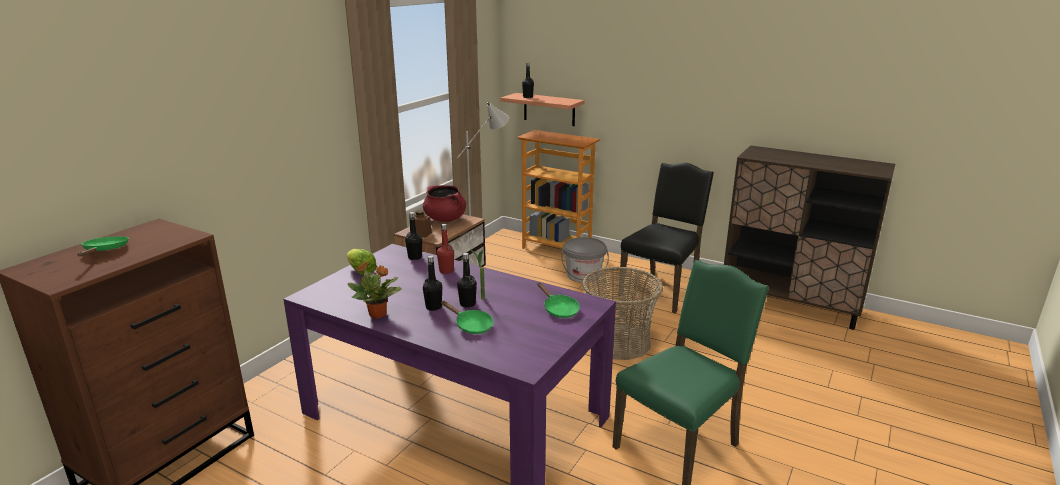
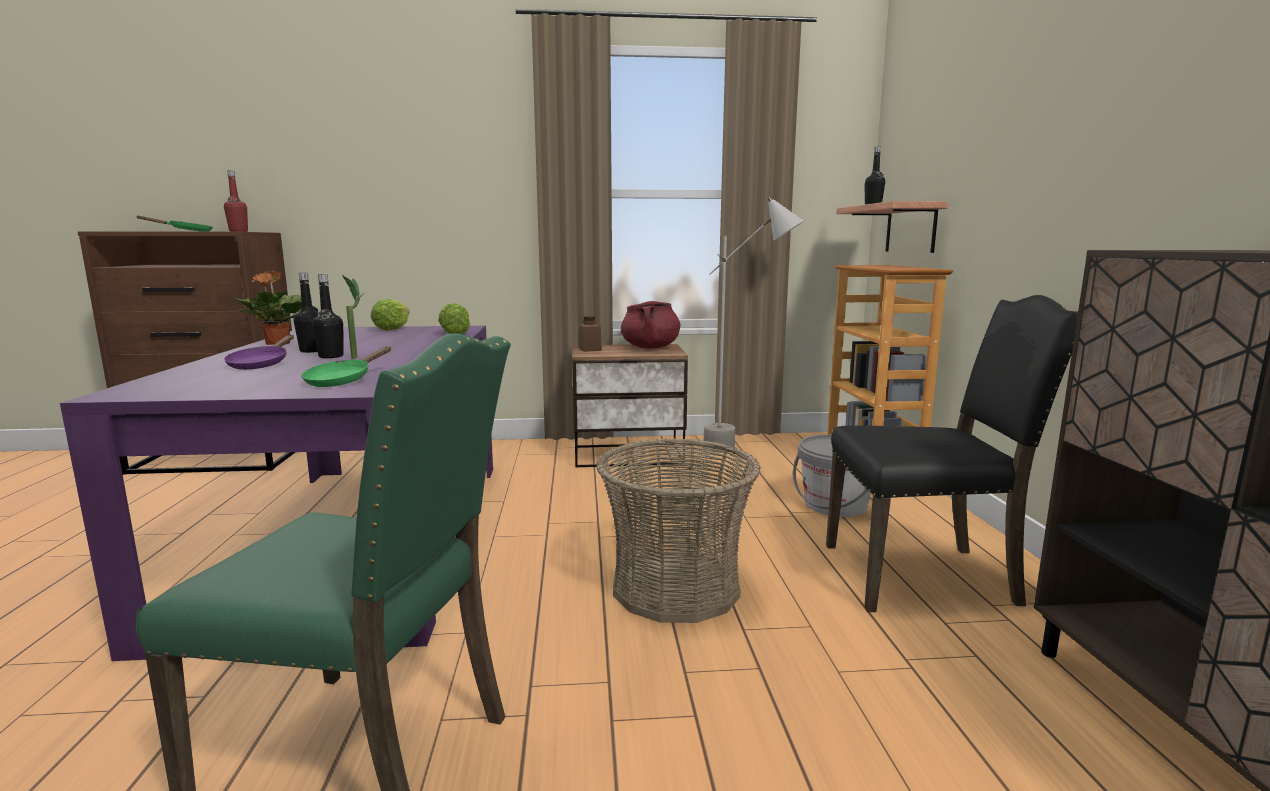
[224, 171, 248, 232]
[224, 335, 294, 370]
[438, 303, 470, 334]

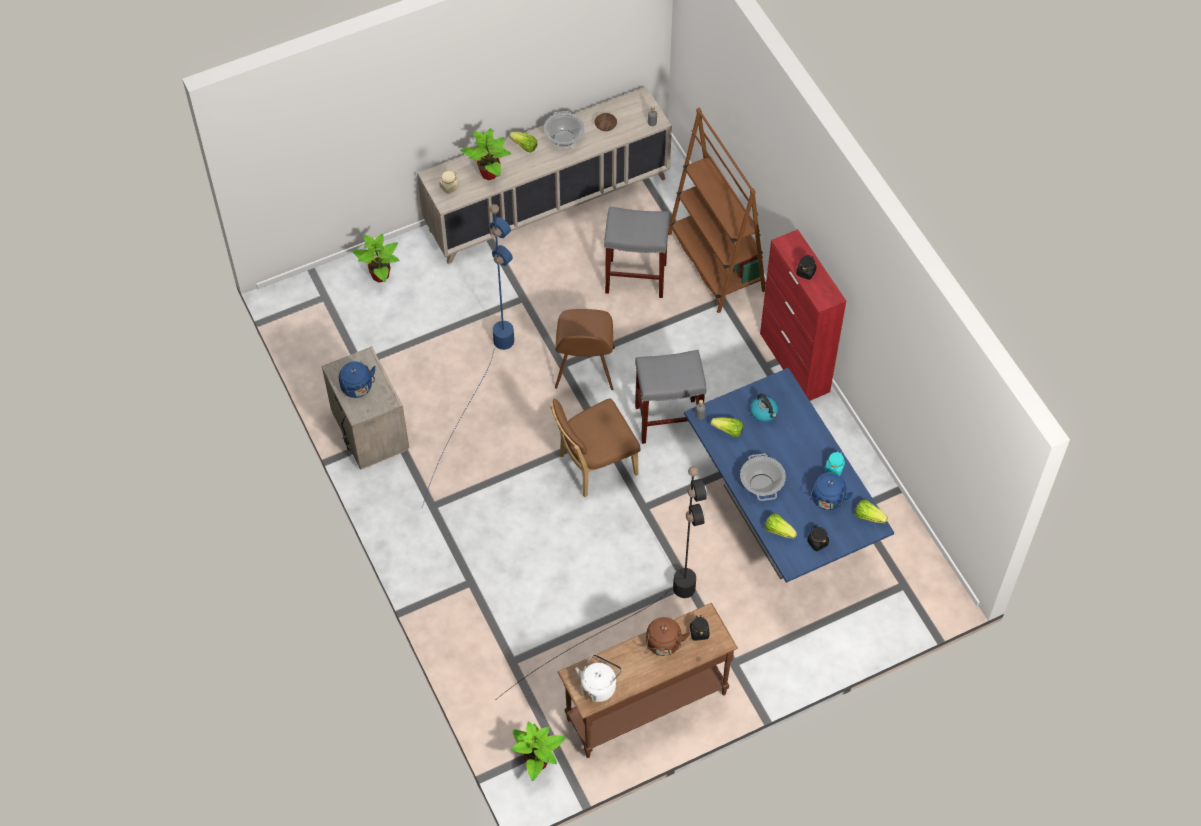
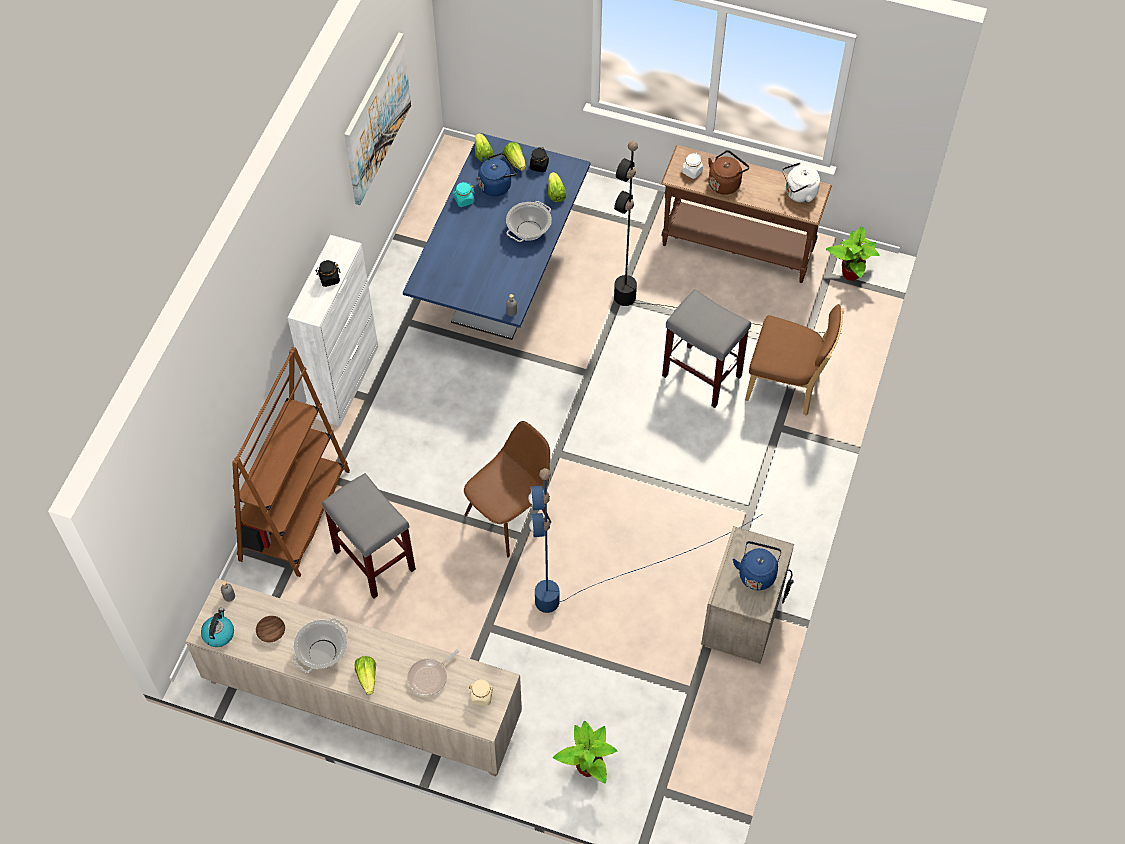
[201, 608, 234, 647]
[287, 235, 378, 426]
[344, 33, 411, 205]
[407, 649, 459, 696]
[503, 142, 526, 171]
[662, 289, 751, 408]
[682, 153, 703, 179]
[745, 304, 844, 416]

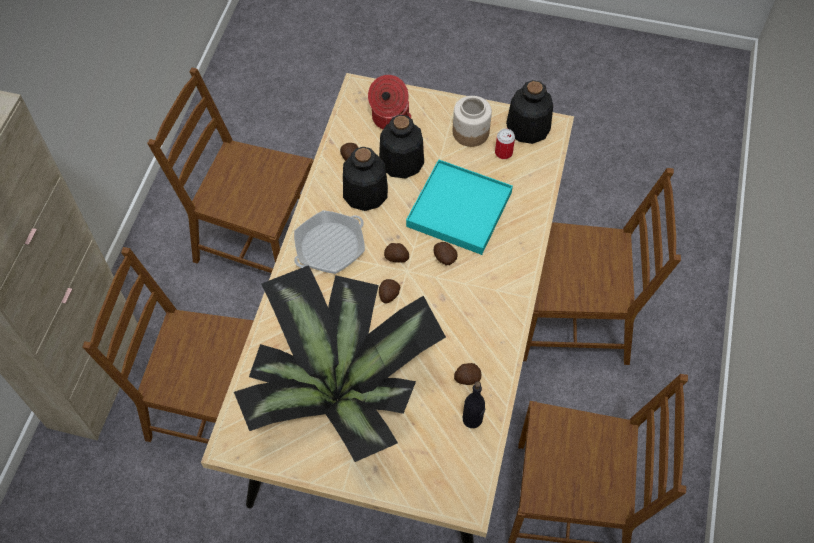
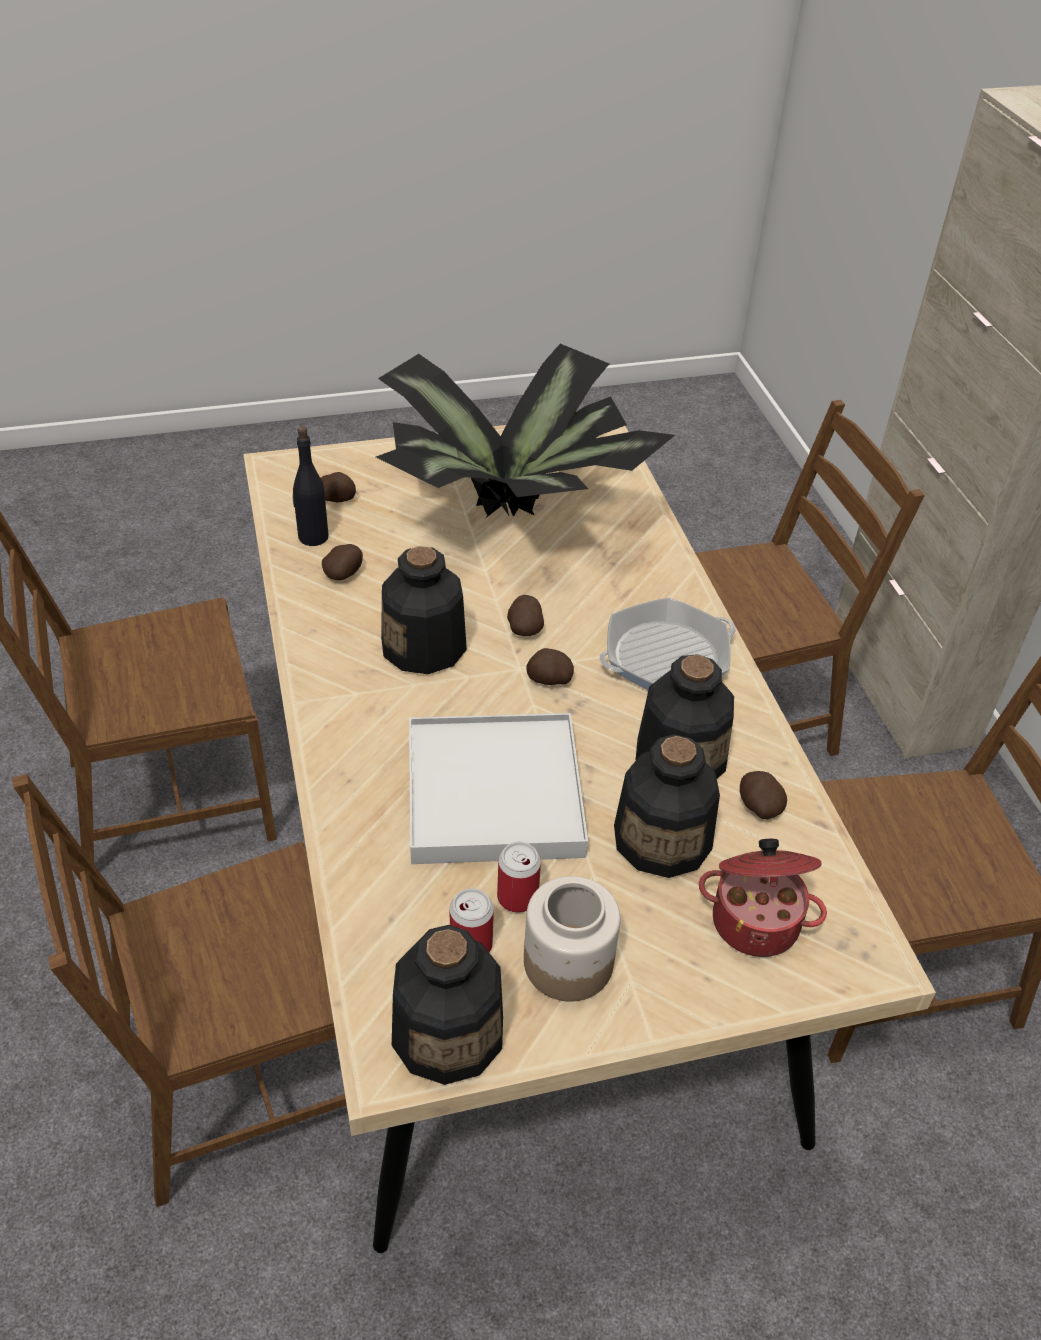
[321, 472, 356, 502]
[381, 546, 467, 674]
[409, 713, 588, 864]
[497, 842, 541, 913]
[600, 597, 736, 690]

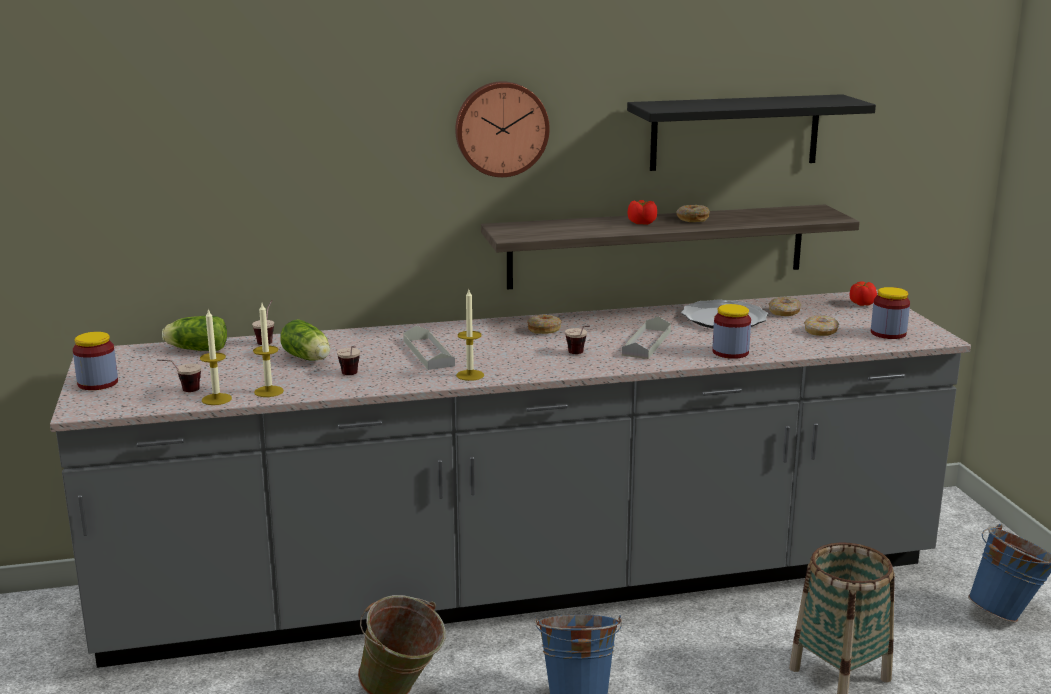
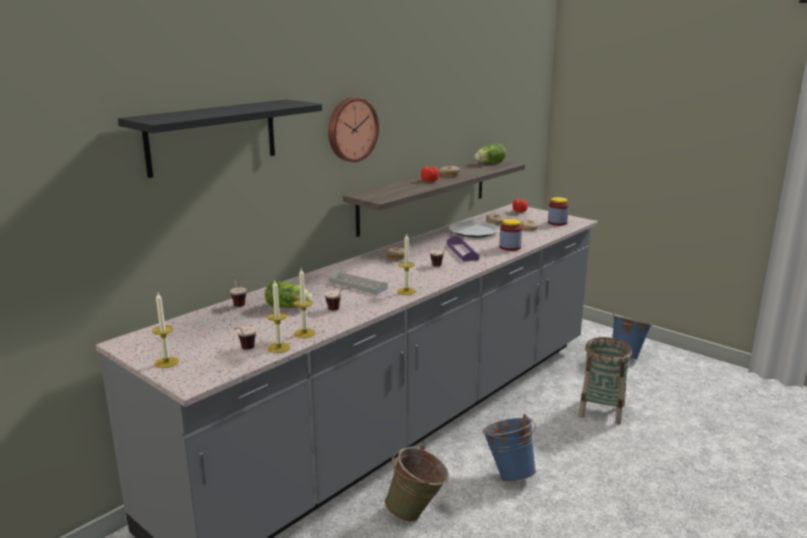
[118, 99, 322, 178]
[152, 293, 179, 368]
[447, 236, 479, 261]
[475, 144, 506, 163]

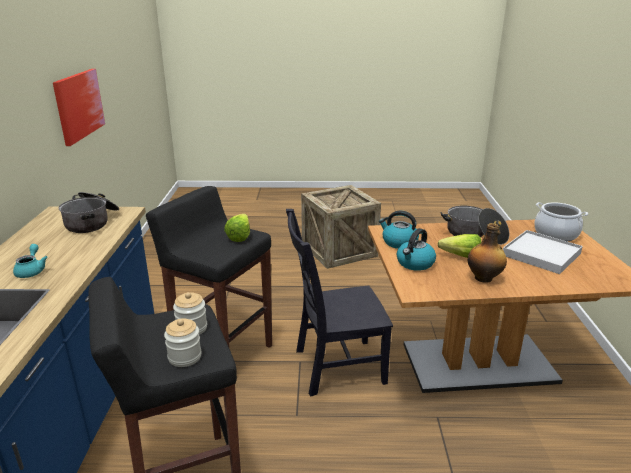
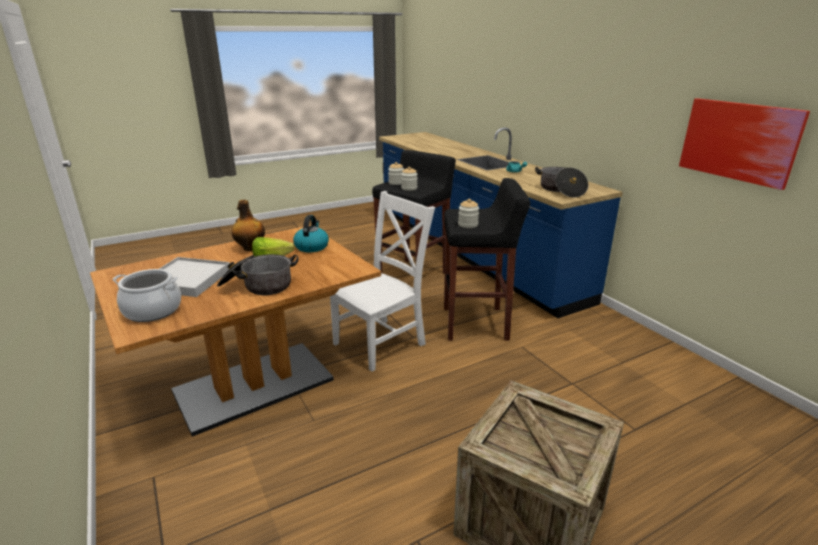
[330, 191, 435, 372]
[458, 199, 479, 228]
[379, 210, 419, 249] (first image)

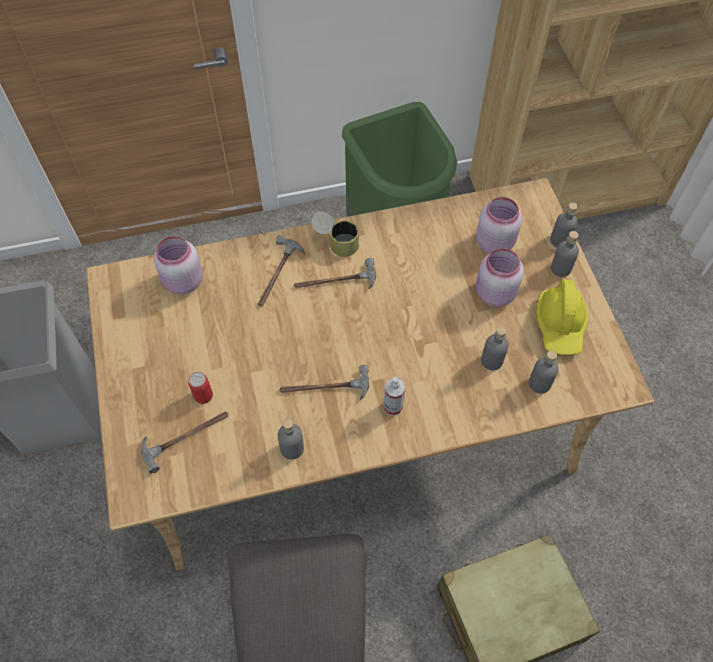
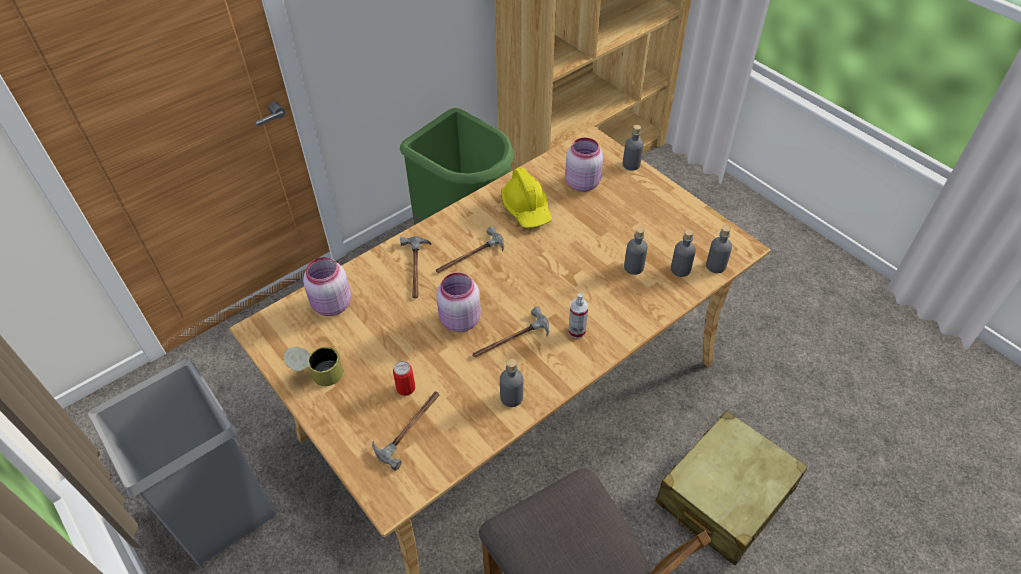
[283, 347, 344, 386]
[436, 272, 481, 332]
[501, 168, 552, 228]
[706, 225, 732, 273]

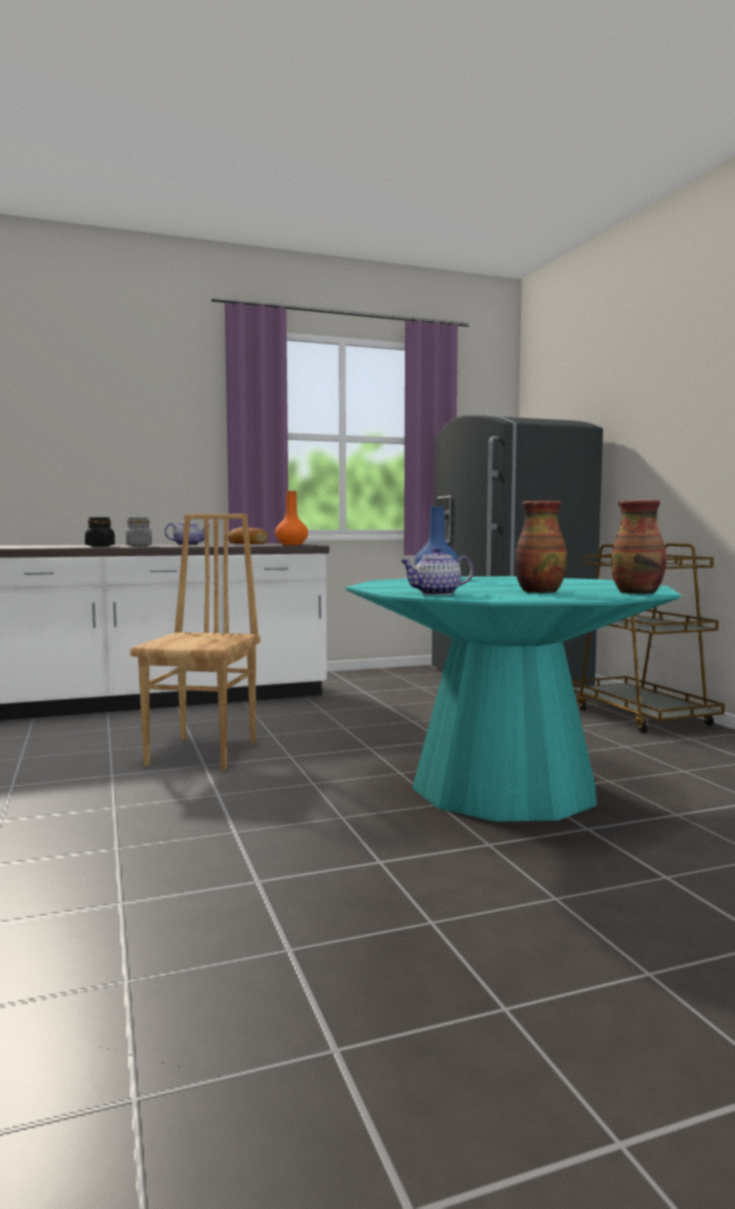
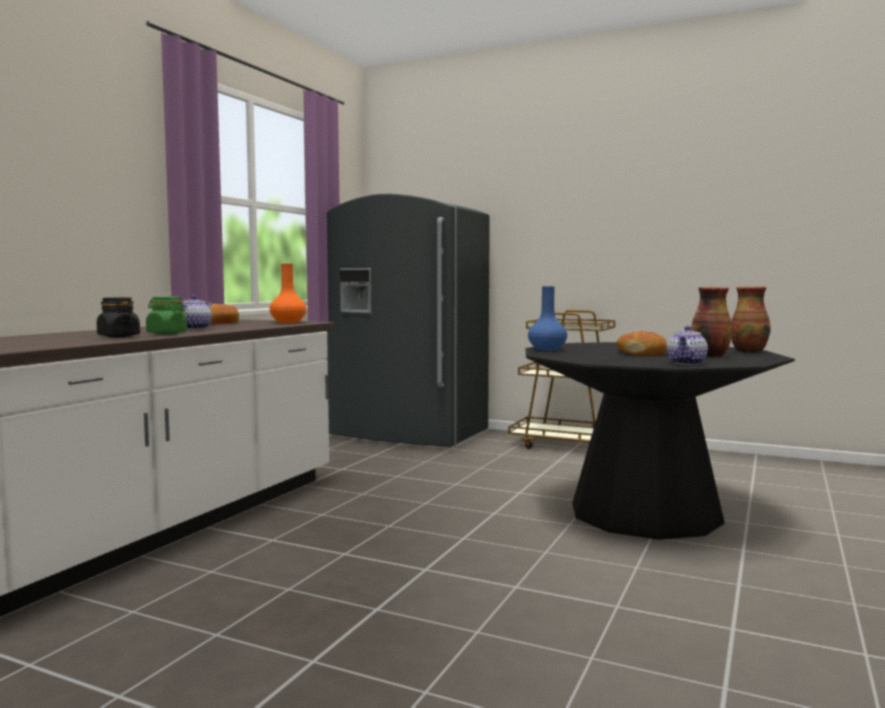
[146, 296, 188, 334]
[526, 342, 795, 540]
[616, 331, 668, 355]
[130, 514, 261, 770] (first image)

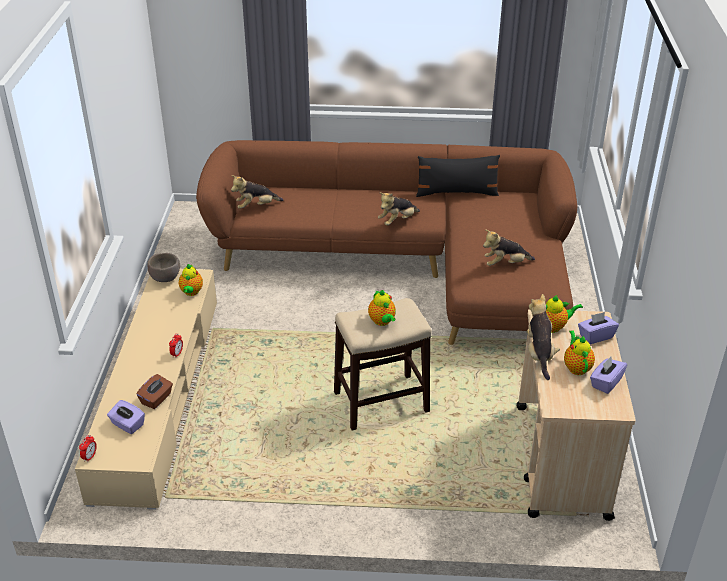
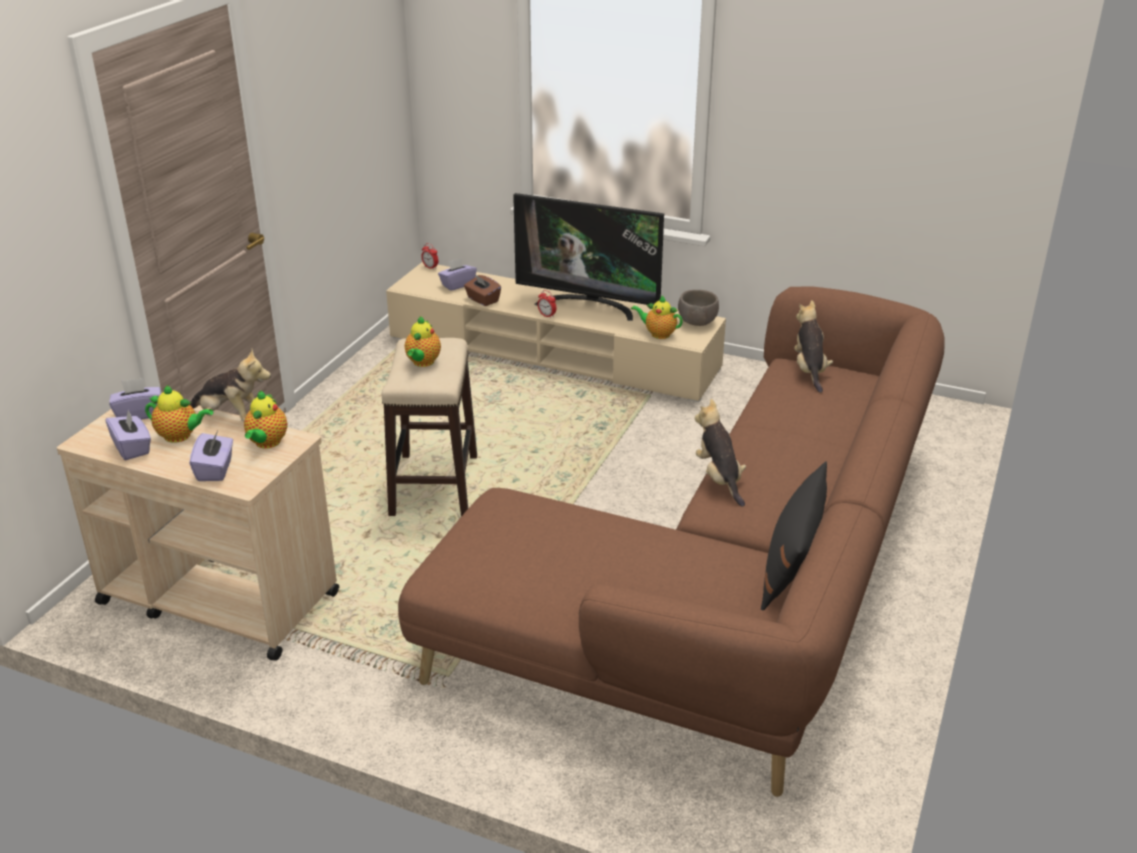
[109, 378, 161, 420]
[405, 316, 441, 367]
[513, 193, 664, 321]
[483, 230, 535, 266] (first image)

